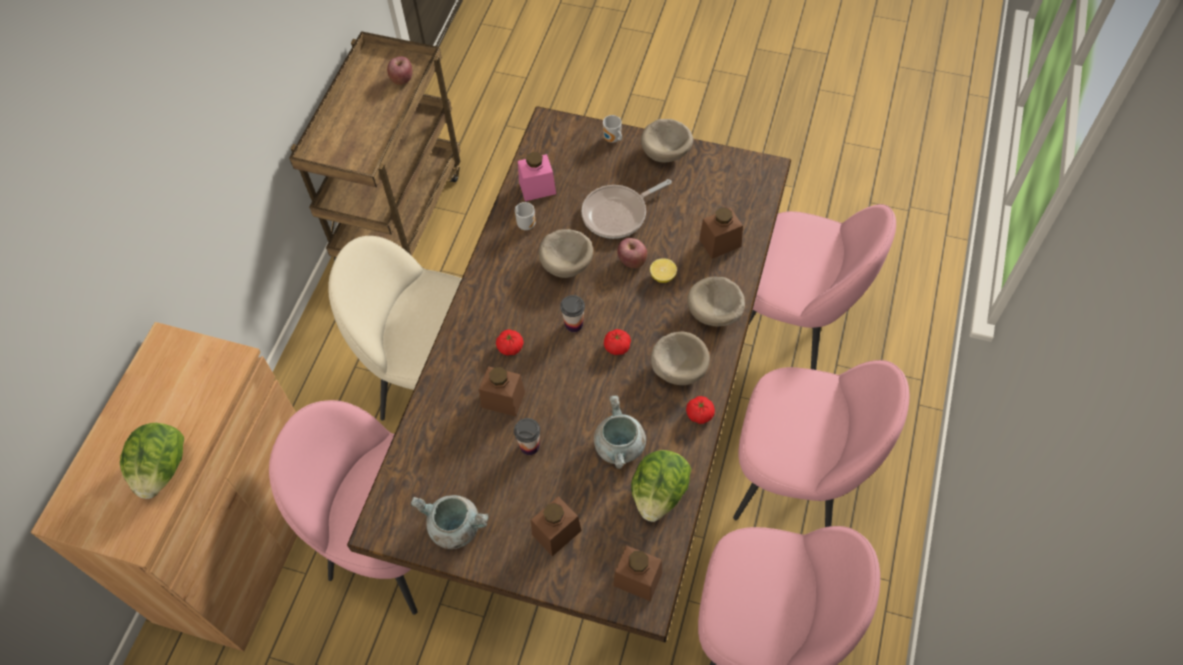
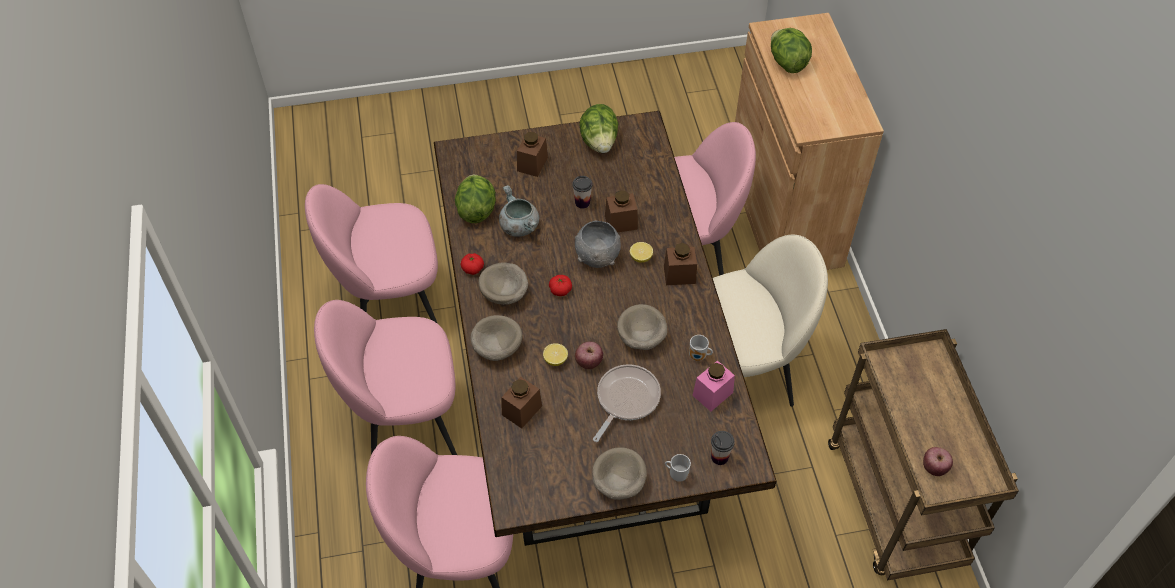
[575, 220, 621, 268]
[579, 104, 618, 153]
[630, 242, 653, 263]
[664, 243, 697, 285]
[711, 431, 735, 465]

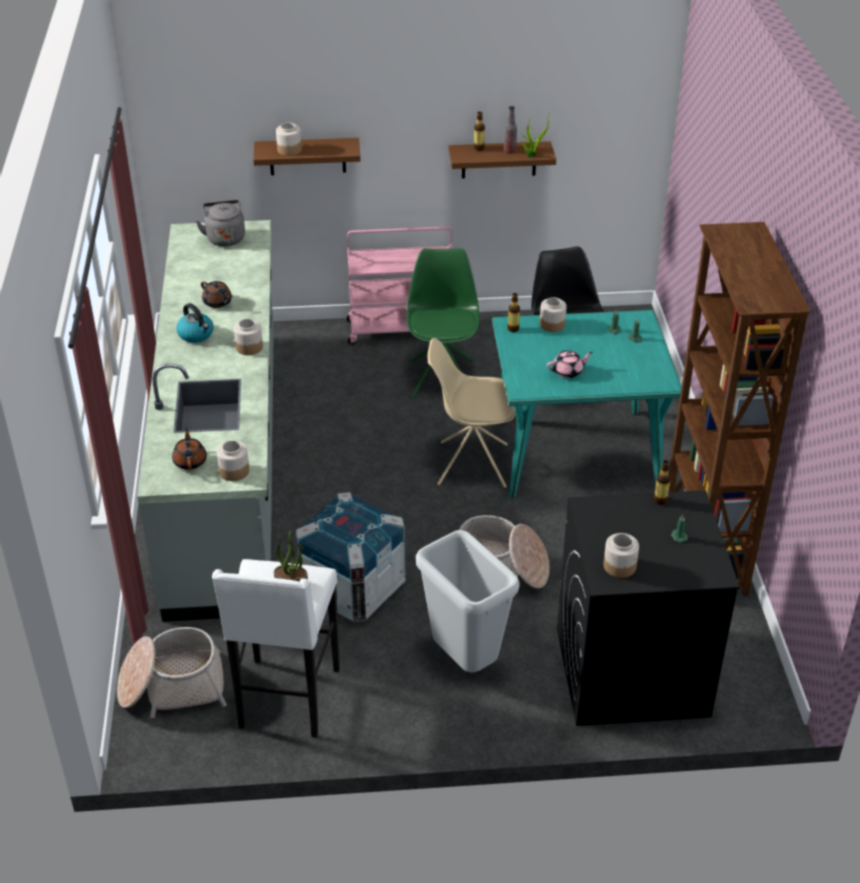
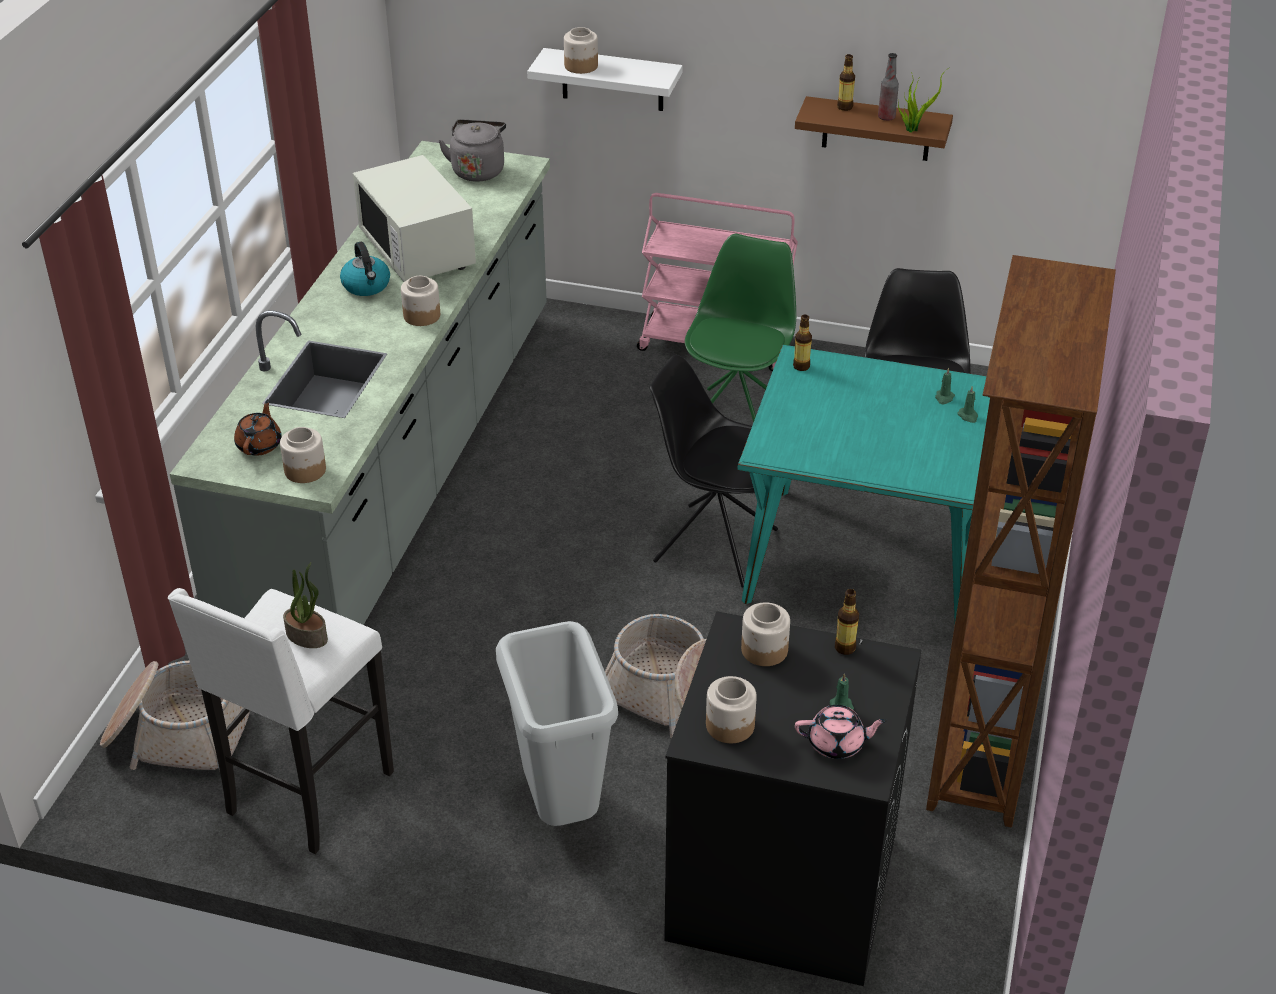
[353, 155, 476, 282]
[527, 48, 683, 111]
[649, 355, 778, 588]
[741, 602, 790, 666]
[795, 705, 887, 759]
[296, 492, 406, 622] (first image)

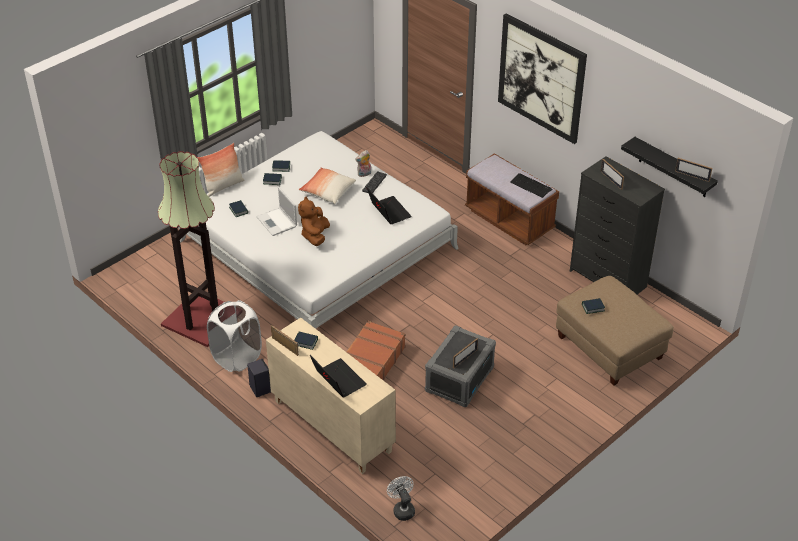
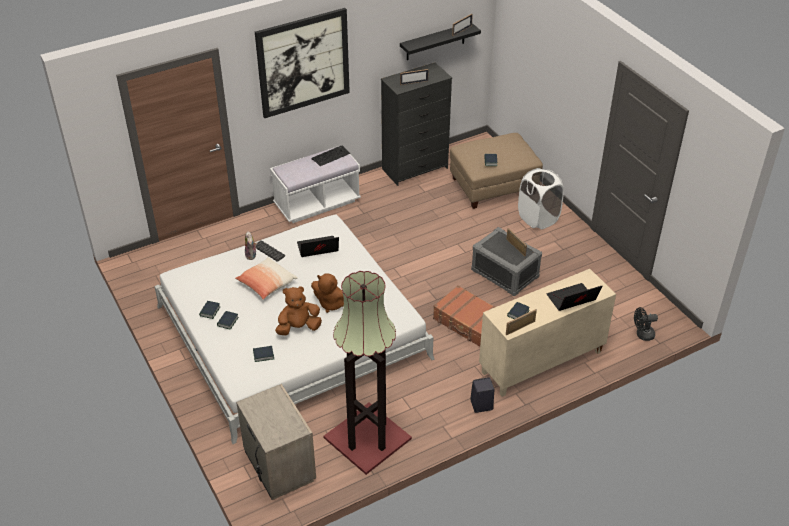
[236, 384, 316, 500]
[270, 145, 361, 223]
[275, 286, 322, 335]
[518, 168, 564, 229]
[634, 307, 658, 341]
[198, 143, 244, 197] (first image)

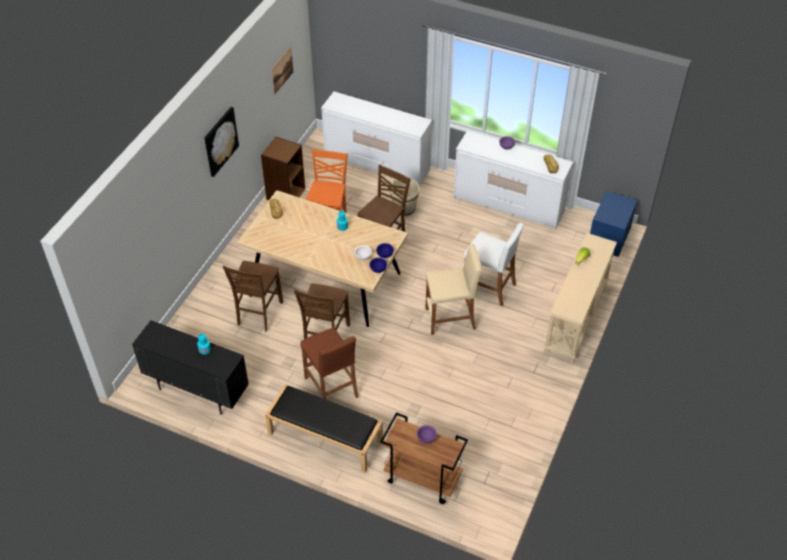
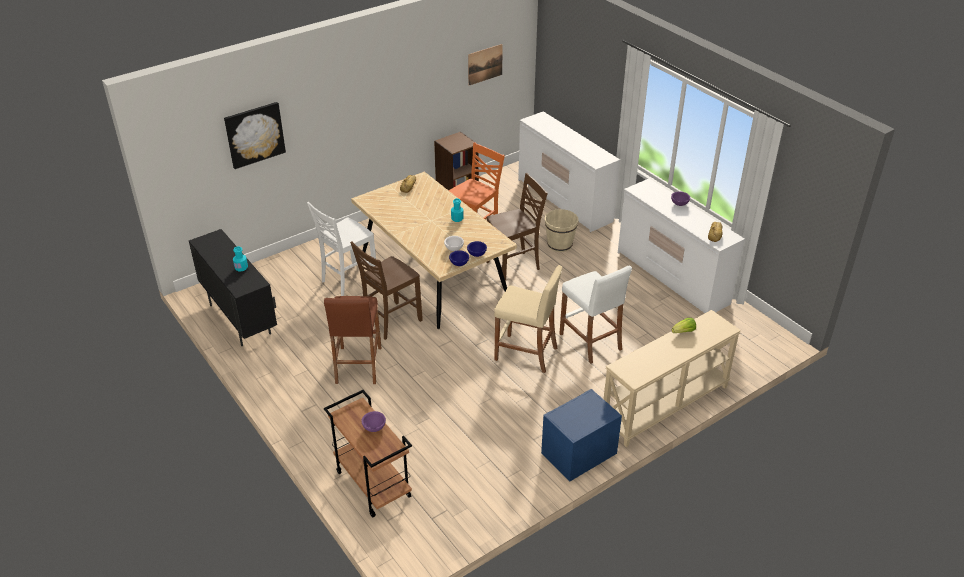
[224, 102, 286, 169]
[307, 202, 376, 296]
[541, 389, 622, 481]
[265, 384, 383, 473] (first image)

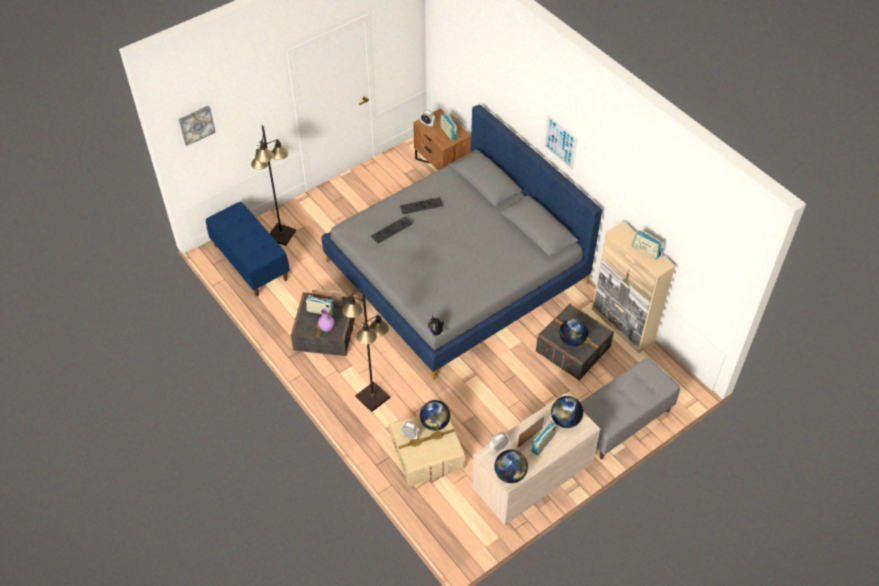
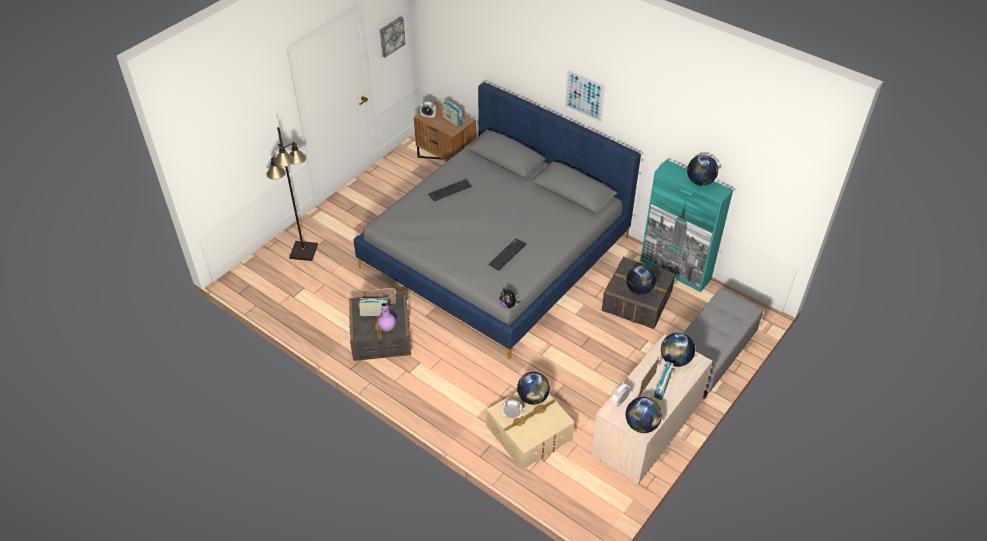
[380, 16, 405, 57]
[488, 238, 526, 270]
[640, 160, 733, 292]
[687, 155, 718, 186]
[206, 202, 290, 296] (first image)
[342, 294, 390, 412] (first image)

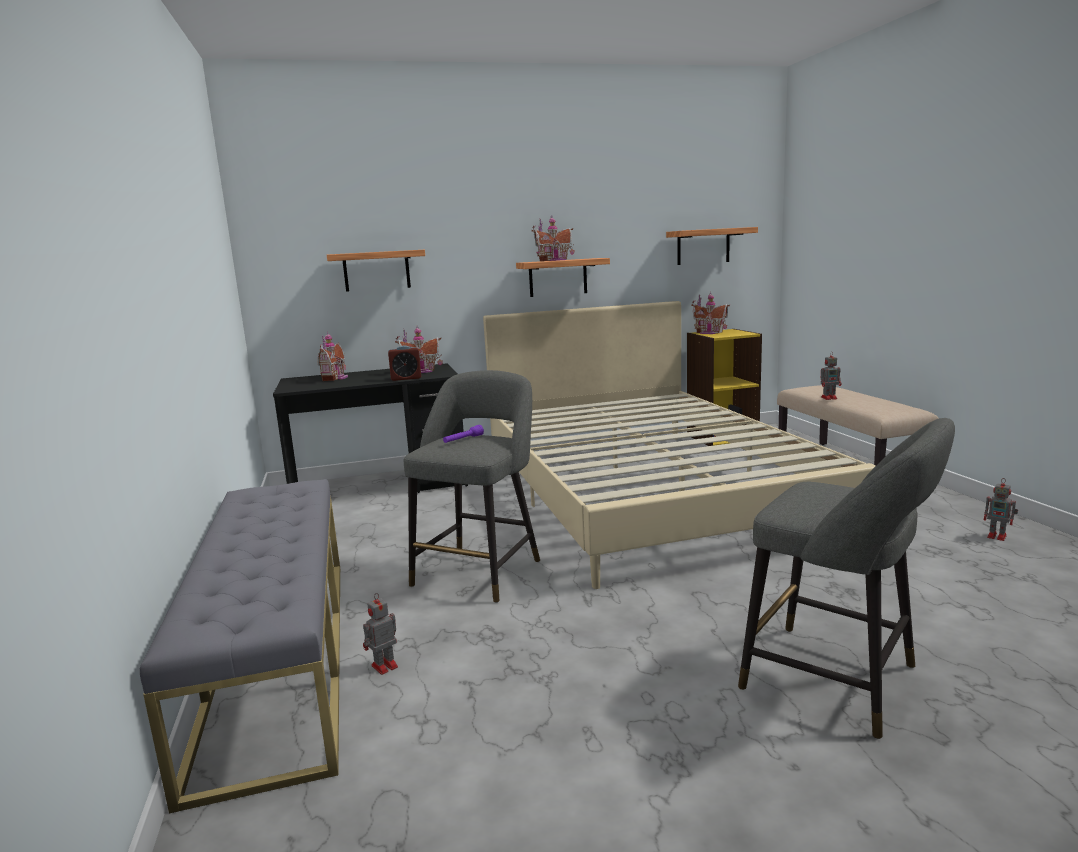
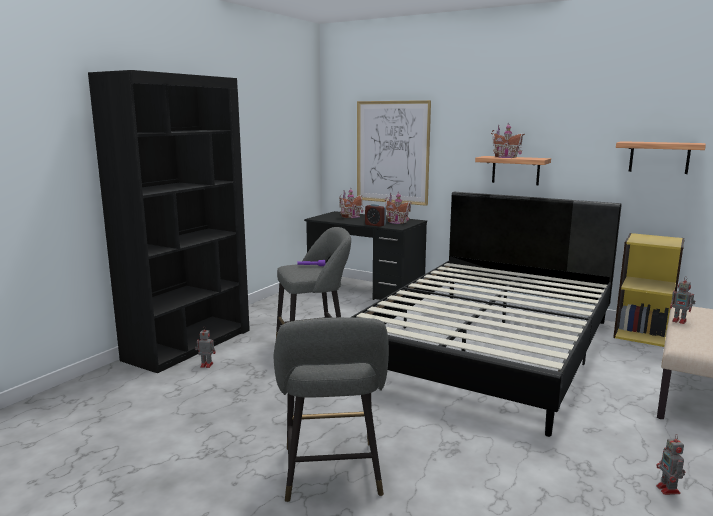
[88, 70, 250, 373]
[350, 192, 622, 437]
[357, 100, 431, 206]
[691, 292, 730, 334] (first image)

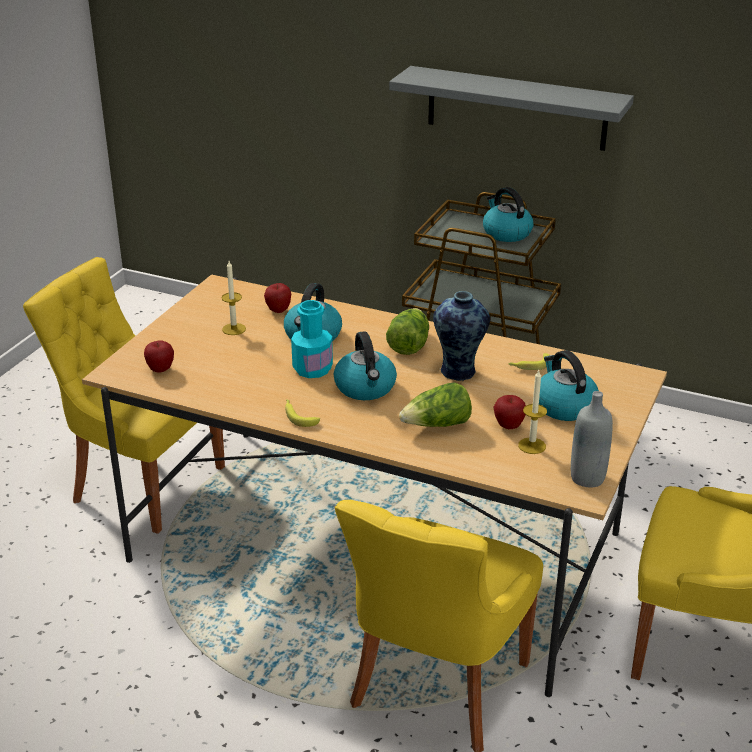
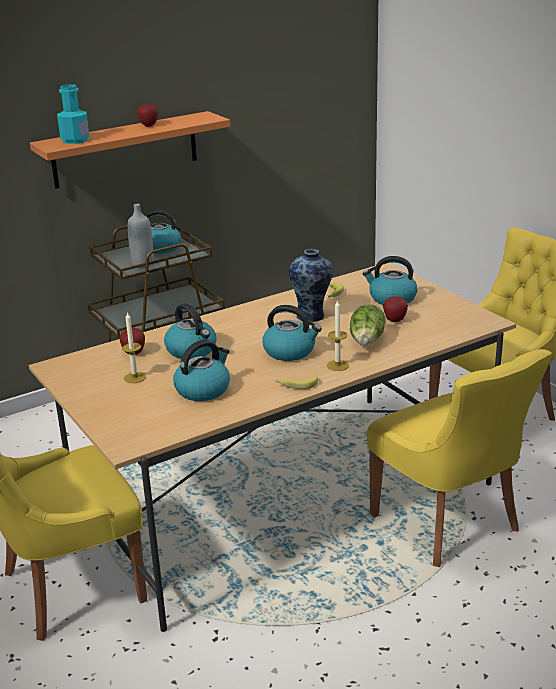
[30, 111, 230, 189]
[57, 84, 89, 144]
[128, 204, 154, 267]
[137, 104, 158, 127]
[173, 340, 230, 401]
[327, 300, 349, 371]
[386, 308, 429, 355] (first image)

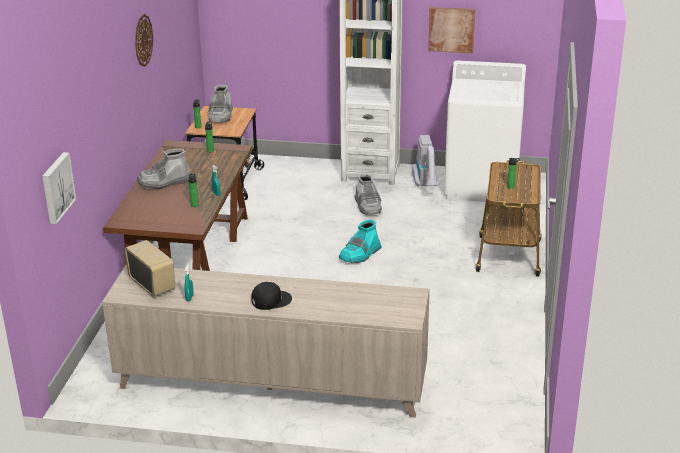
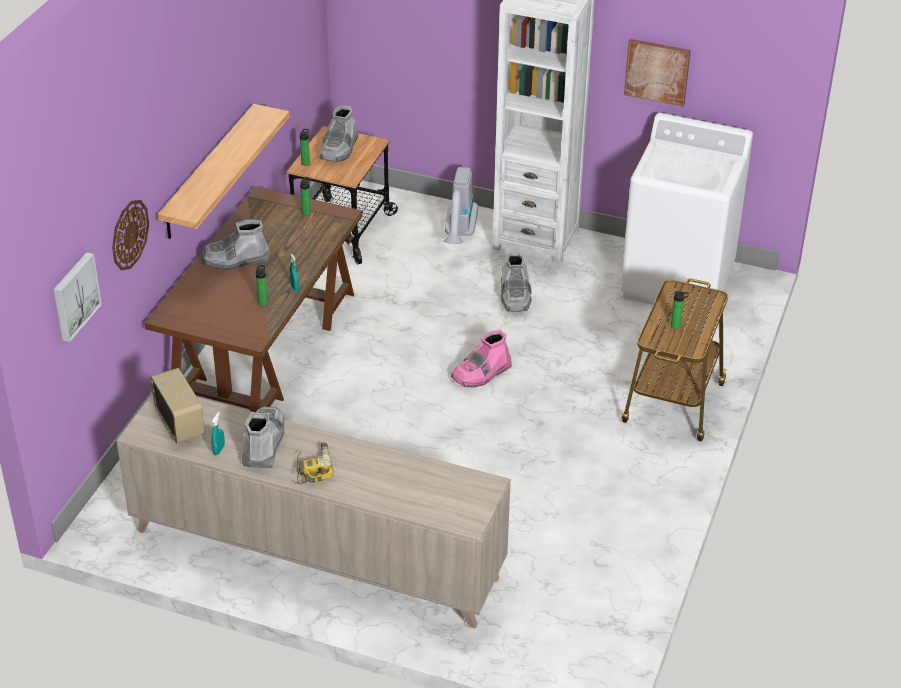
[112, 200, 149, 270]
[158, 104, 290, 239]
[242, 406, 285, 468]
[297, 442, 333, 484]
[444, 167, 478, 244]
[451, 330, 512, 388]

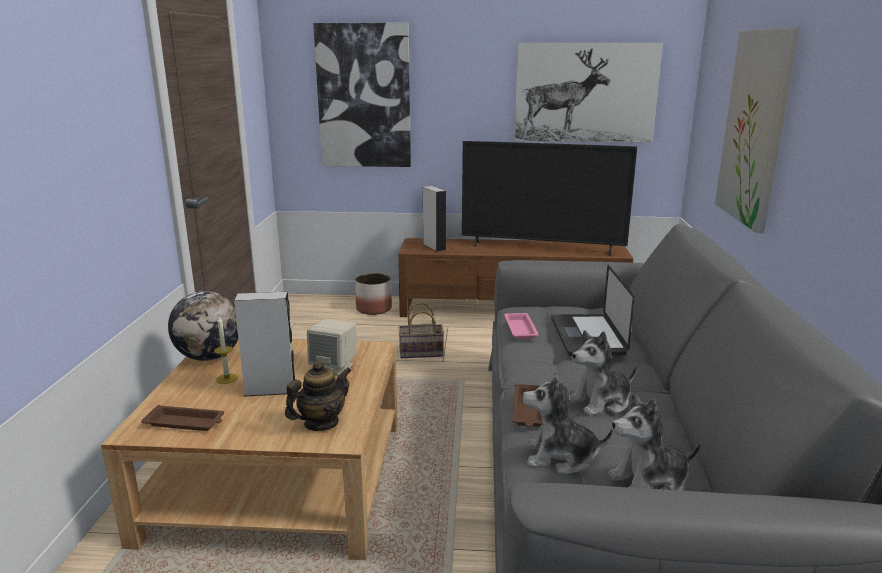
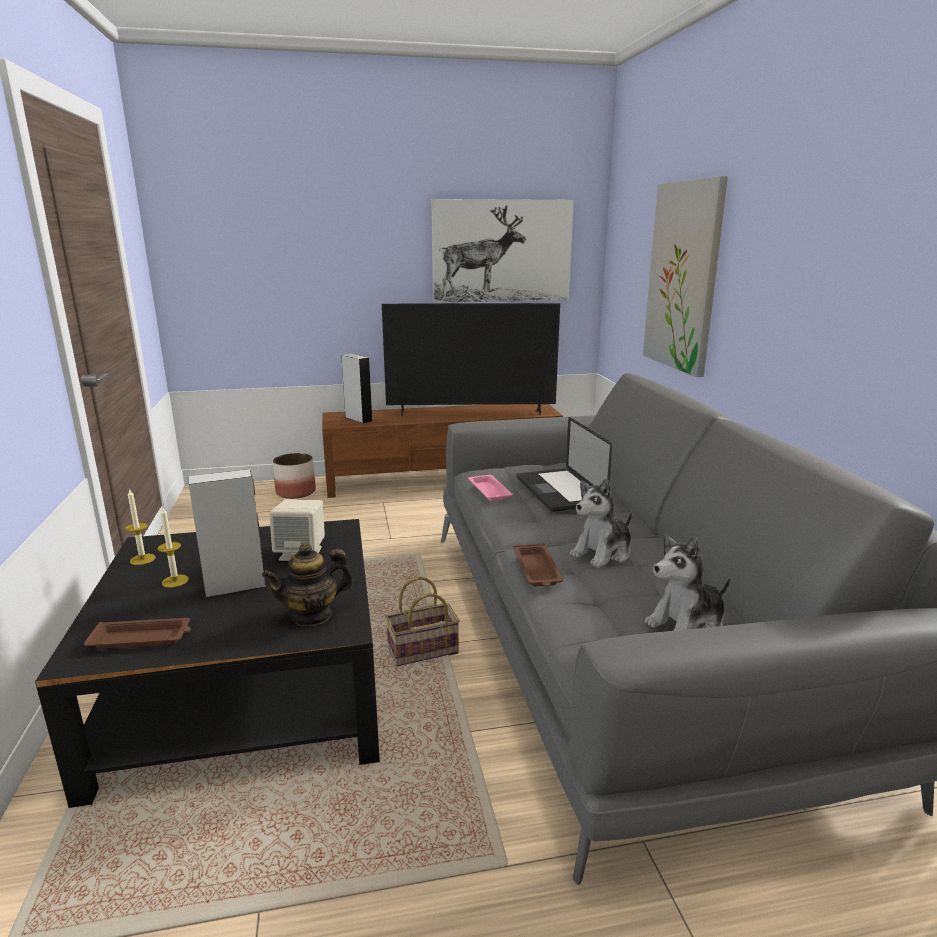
[35, 519, 380, 808]
[125, 488, 155, 565]
[262, 543, 353, 626]
[385, 576, 460, 666]
[313, 23, 411, 167] (first image)
[523, 372, 613, 475] (first image)

